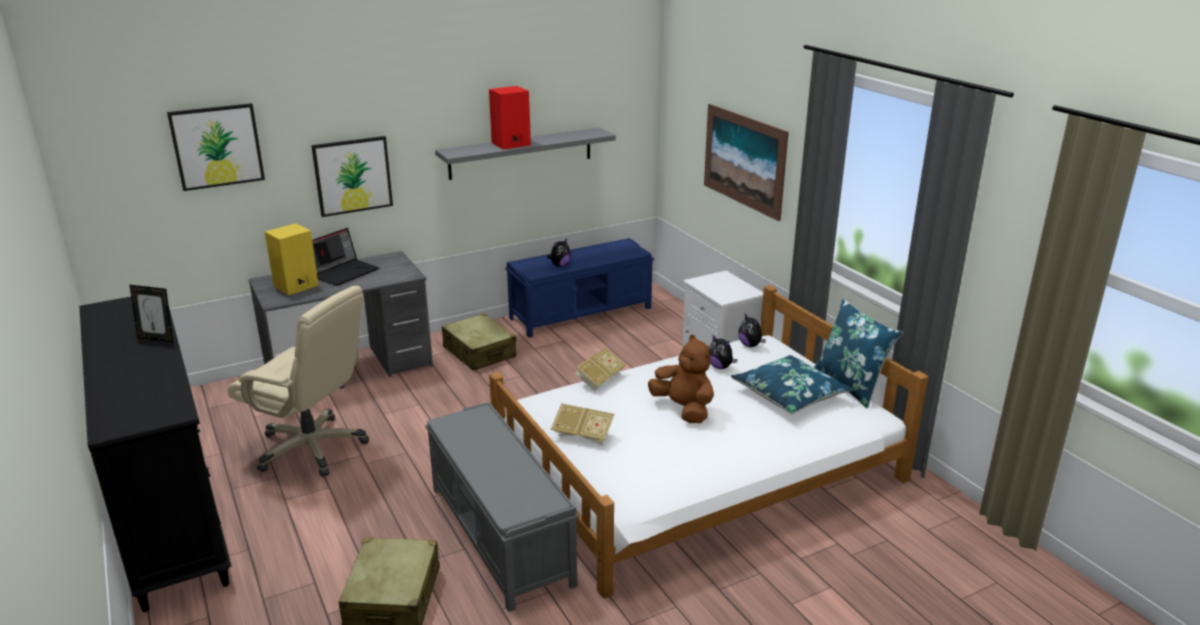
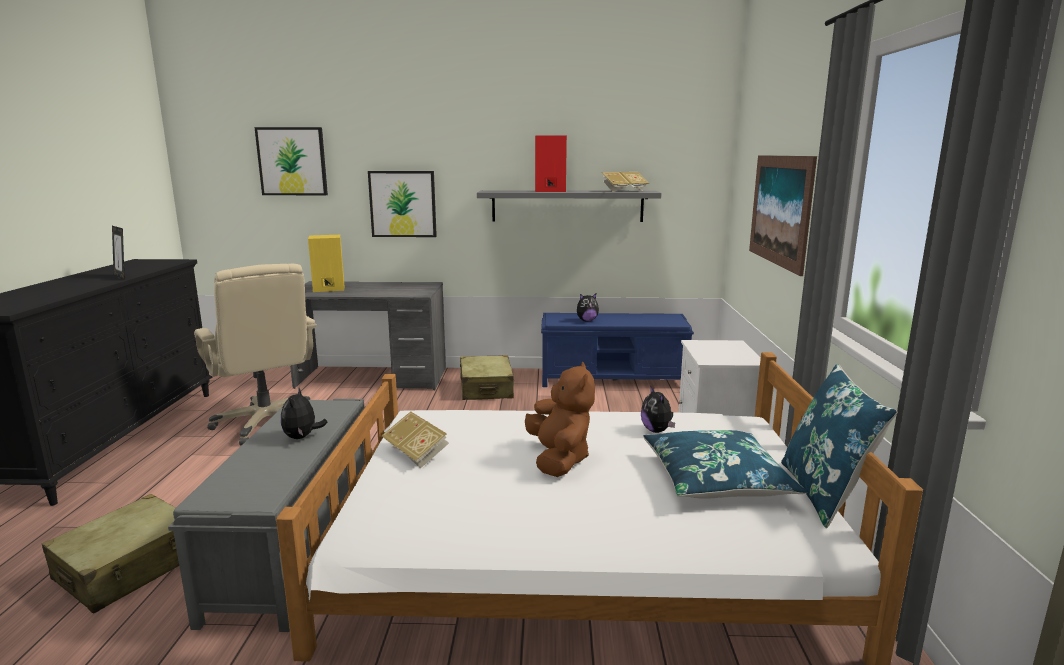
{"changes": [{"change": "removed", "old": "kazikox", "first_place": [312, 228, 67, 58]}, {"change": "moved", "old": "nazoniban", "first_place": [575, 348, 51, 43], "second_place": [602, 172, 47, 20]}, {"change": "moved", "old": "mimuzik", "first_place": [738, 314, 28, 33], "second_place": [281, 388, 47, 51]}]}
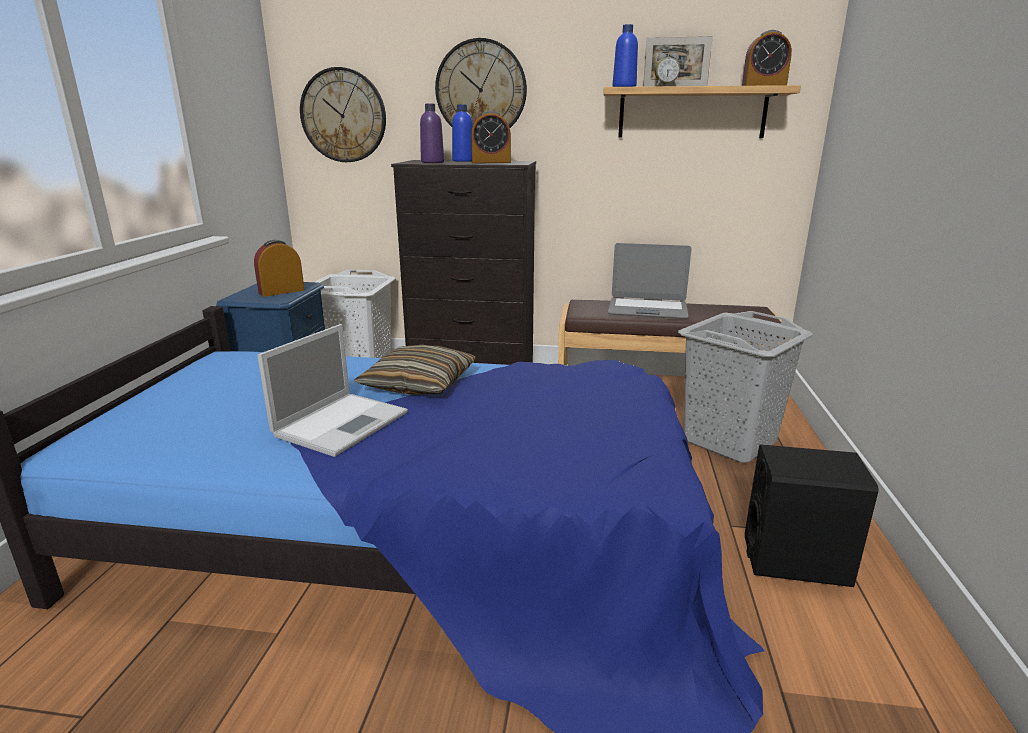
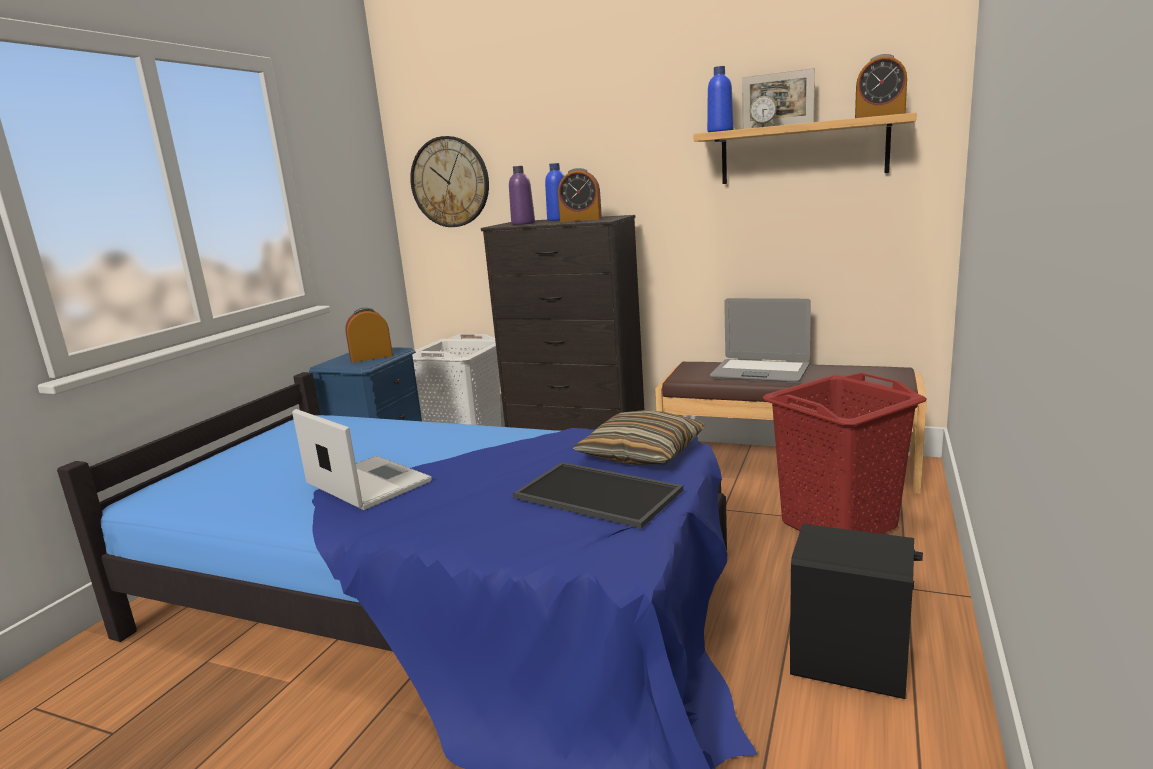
{"changes": [{"change": "turned", "old": "kazikox", "first_place": [257, 324, 151, 133], "second_place": [292, 409, 140, 101], "degrees": -90}, {"change": "moved", "old": "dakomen", "first_place": [354, 345, 122, 50], "second_place": [573, 410, 132, 55]}, {"change": "removed", "old": "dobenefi", "first_place": [435, 38, 92, 90]}, {"change": "recoloured", "old": "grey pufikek", "new": "red pufikek", "first_place": [678, 311, 135, 152], "second_place": [762, 373, 165, 161]}, {"change": "added", "new": "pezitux", "second_place": [513, 462, 170, 67]}]}
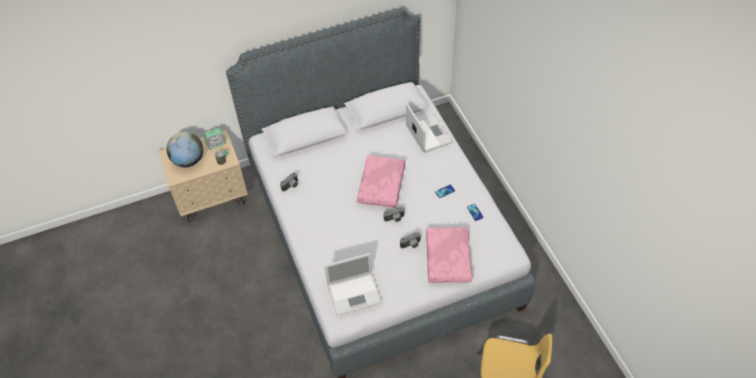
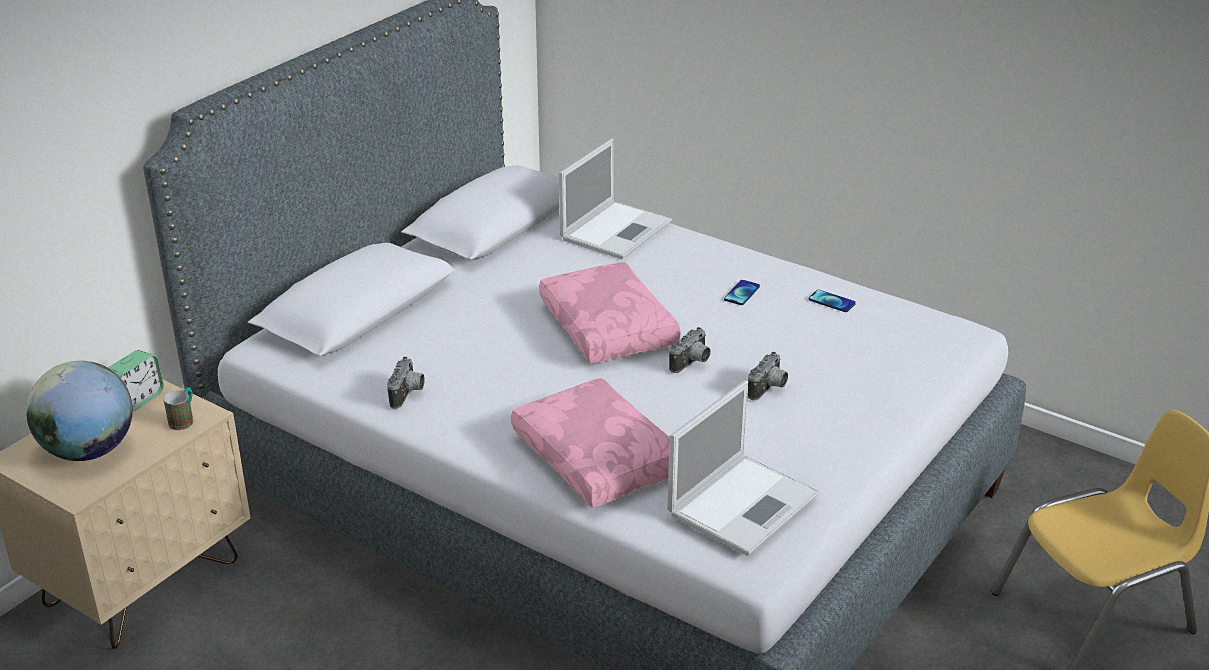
{"changes": [{"change": "turned", "old": "kazikox", "first_place": [406, 104, 47, 49], "second_place": [559, 139, 113, 120], "degrees": 90}, {"change": "moved", "old": "pink dakomen", "first_place": [426, 227, 46, 56], "second_place": [511, 378, 159, 130]}]}
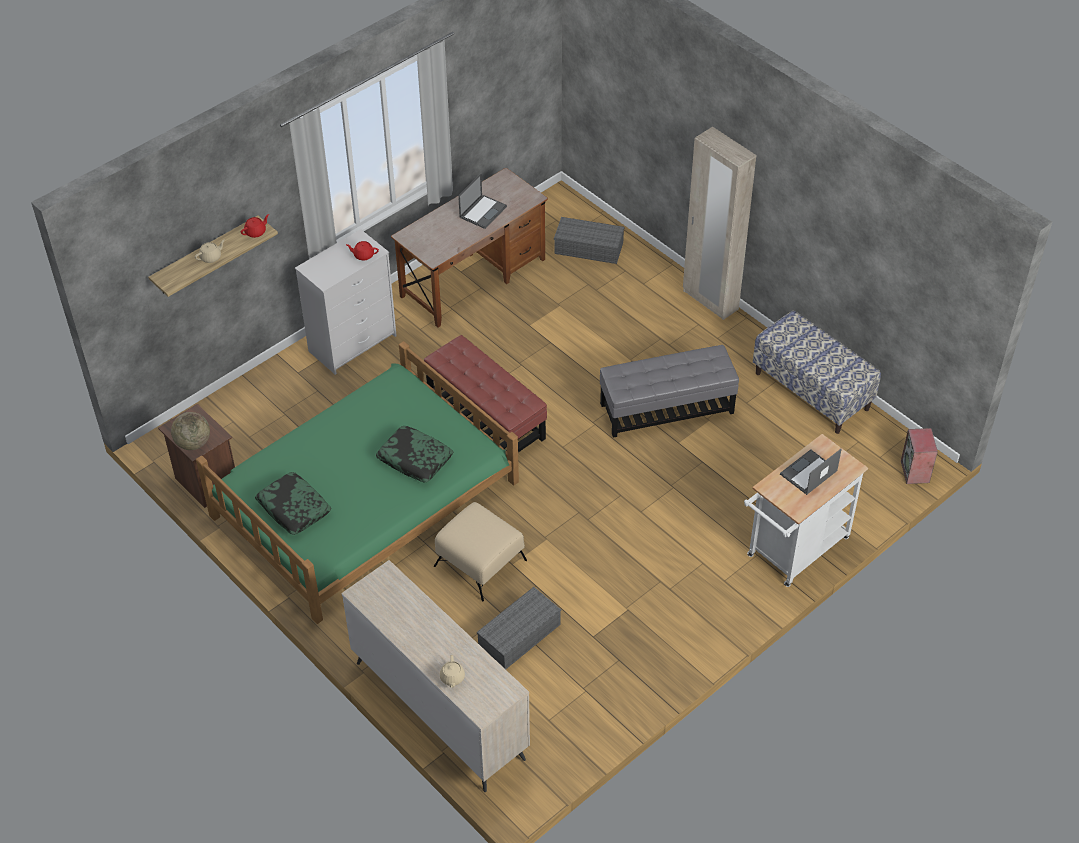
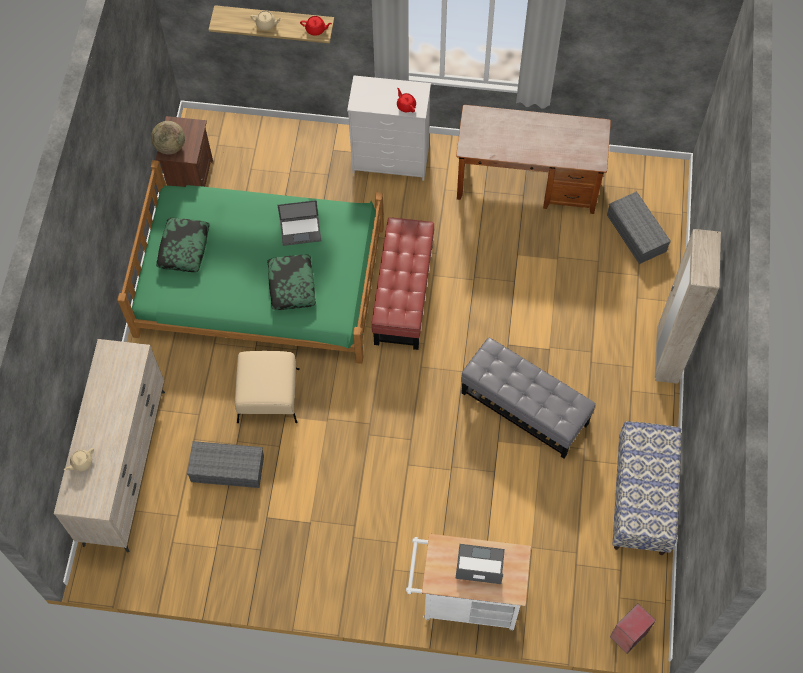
{"changes": [{"change": "moved", "old": "kazikox", "first_place": [458, 174, 49, 55], "second_place": [277, 200, 44, 46]}]}
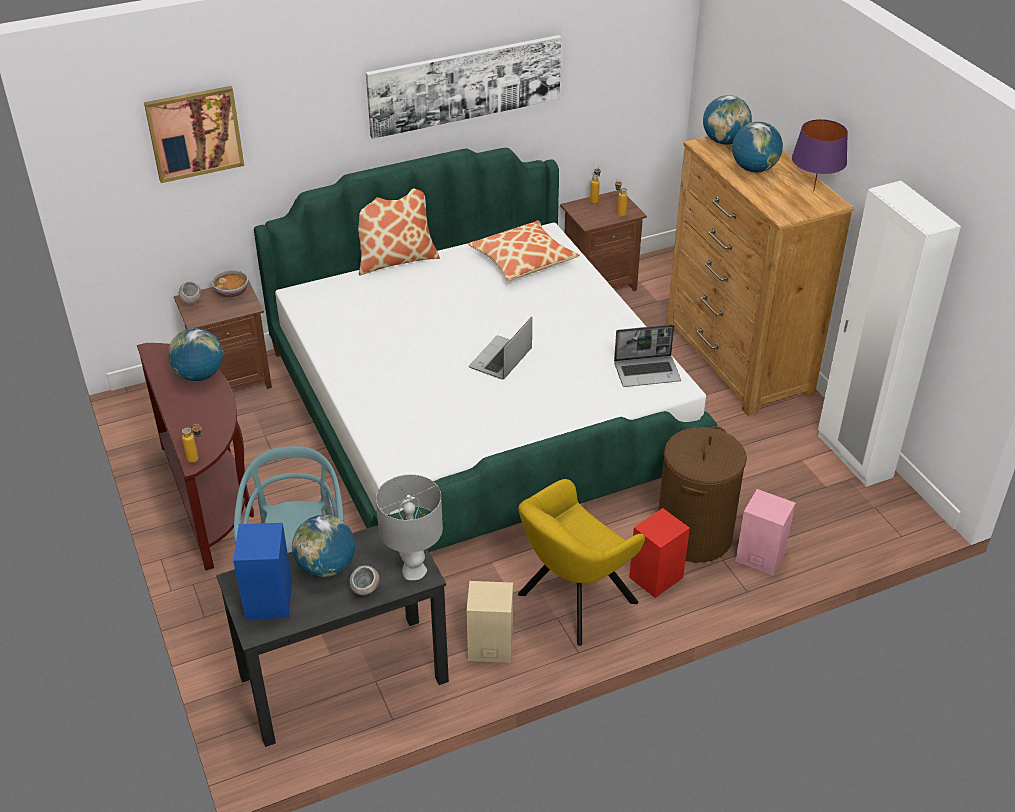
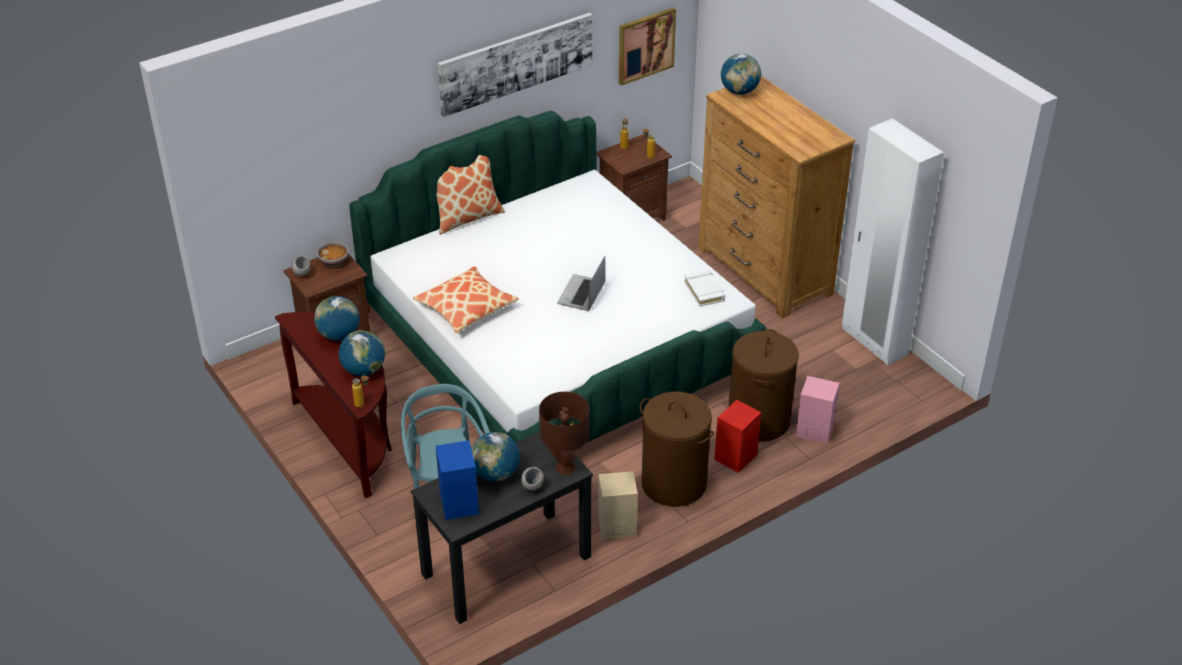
{"changes": [{"change": "moved", "old": "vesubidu", "first_place": [144, 86, 100, 97], "second_place": [619, 8, 57, 78]}, {"change": "recoloured", "old": "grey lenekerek", "new": "brown lenekerek", "first_place": [376, 474, 67, 106], "second_place": [539, 391, 50, 84]}, {"change": "moved", "old": "dakomen", "first_place": [468, 220, 112, 61], "second_place": [413, 266, 106, 67]}, {"change": "replaced", "old": "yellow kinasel", "new": "brown pufikek", "first_place": [518, 479, 127, 167], "second_place": [640, 392, 74, 115]}, {"change": "replaced", "old": "kazikox", "new": "white nazoniban", "first_place": [614, 324, 67, 63], "second_place": [684, 270, 41, 37]}, {"change": "moved", "old": "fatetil", "first_place": [732, 122, 51, 50], "second_place": [339, 330, 46, 46]}, {"change": "removed", "old": "purple lenekerek", "first_place": [792, 119, 56, 72]}]}
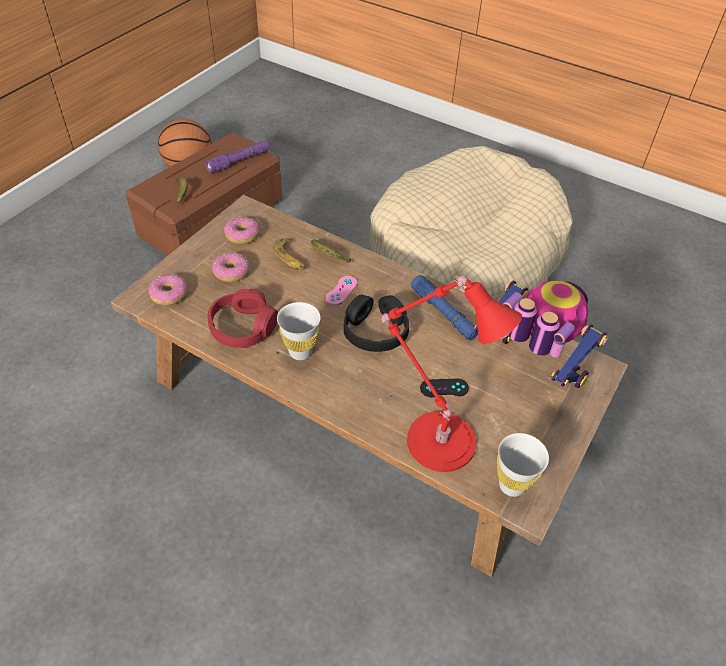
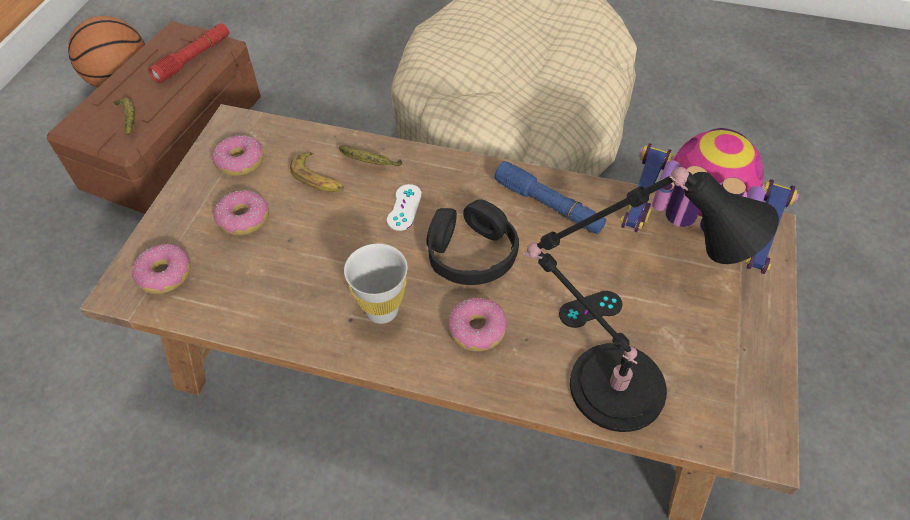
{"changes": [{"change": "recoloured", "old": "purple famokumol", "new": "red famokumol", "first_place": [205, 141, 64, 32], "second_place": [148, 23, 81, 60]}, {"change": "removed", "old": "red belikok", "first_place": [207, 289, 71, 59]}, {"change": "recoloured", "old": "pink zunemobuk", "new": "white zunemobuk", "first_place": [326, 276, 31, 29], "second_place": [387, 184, 35, 47]}, {"change": "recoloured", "old": "red lenekerek", "new": "black lenekerek", "first_place": [377, 275, 145, 197], "second_place": [522, 167, 257, 265]}, {"change": "removed", "old": "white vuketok", "first_place": [497, 433, 52, 64]}, {"change": "added", "new": "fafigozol", "second_place": [448, 298, 59, 54]}]}
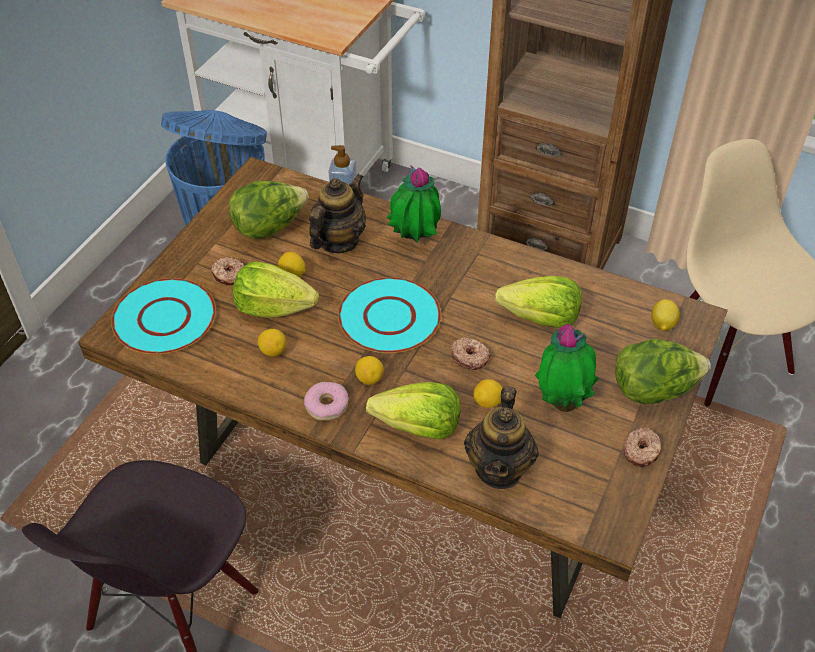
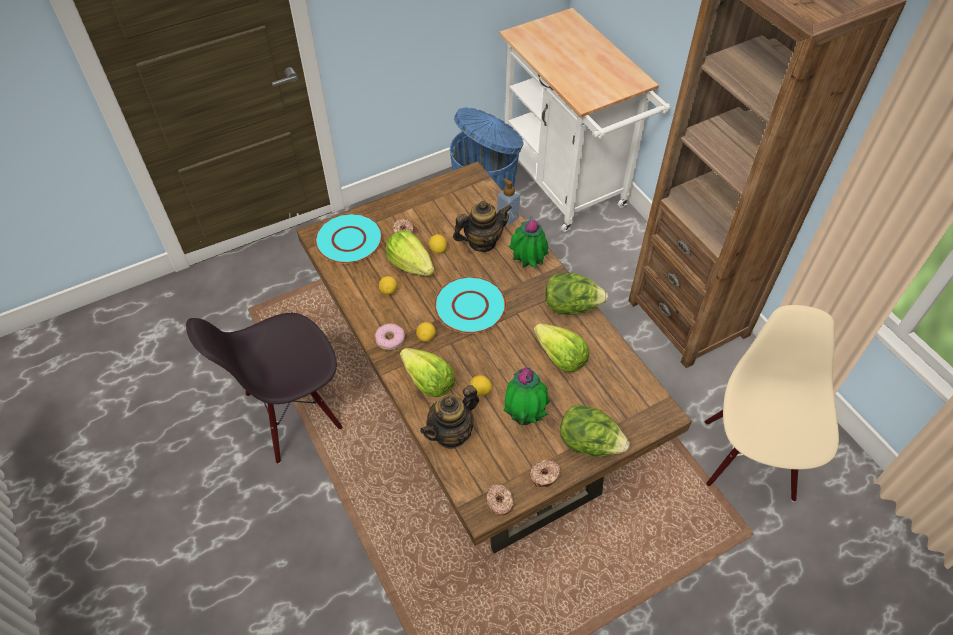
{"changes": [{"change": "moved", "old": "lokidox", "first_place": [229, 181, 80, 58], "second_place": [545, 273, 63, 42]}, {"change": "moved", "old": "fafigozol", "first_place": [451, 337, 40, 33], "second_place": [486, 484, 28, 32]}, {"change": "removed", "old": "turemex", "first_place": [652, 299, 28, 32]}]}
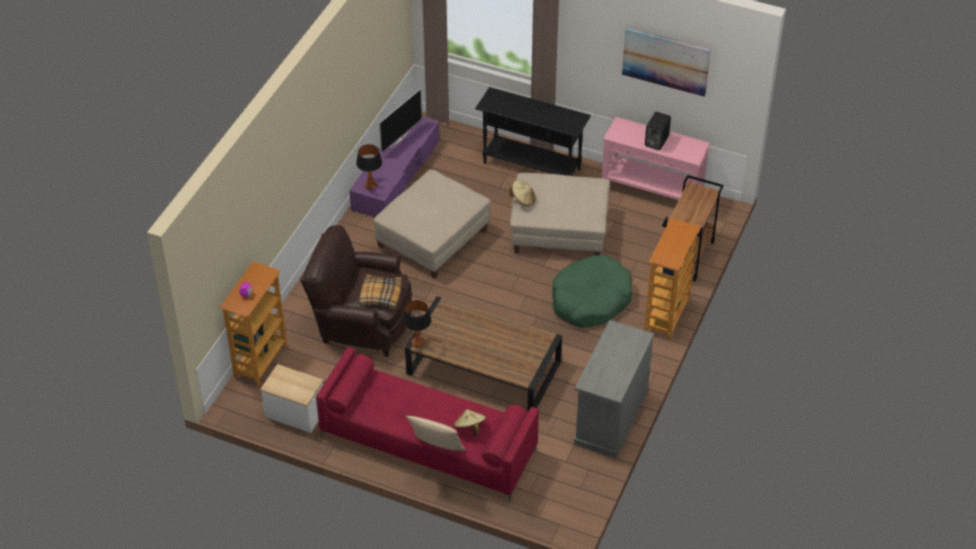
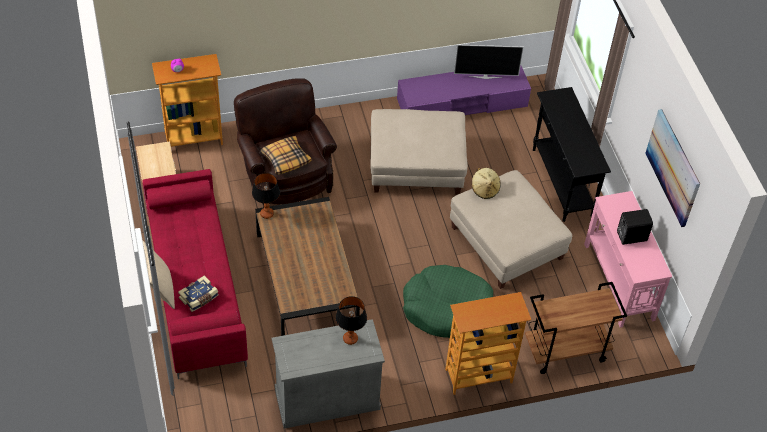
{"changes": [{"change": "moved", "old": "lenekerek", "first_place": [356, 144, 26, 46], "second_place": [335, 296, 32, 49]}, {"change": "replaced", "old": "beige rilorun", "new": "nazoniban", "first_place": [453, 409, 33, 27], "second_place": [178, 275, 40, 37]}]}
